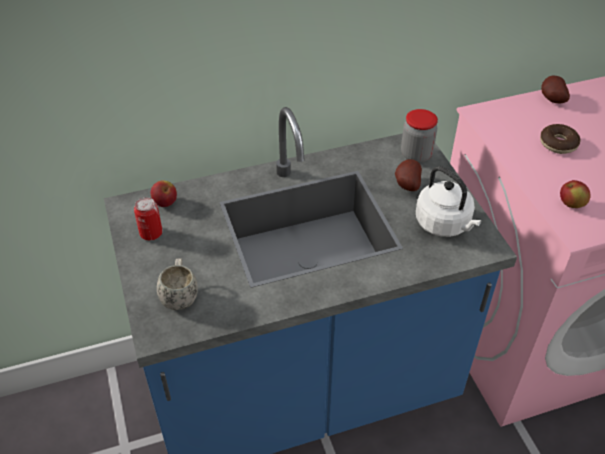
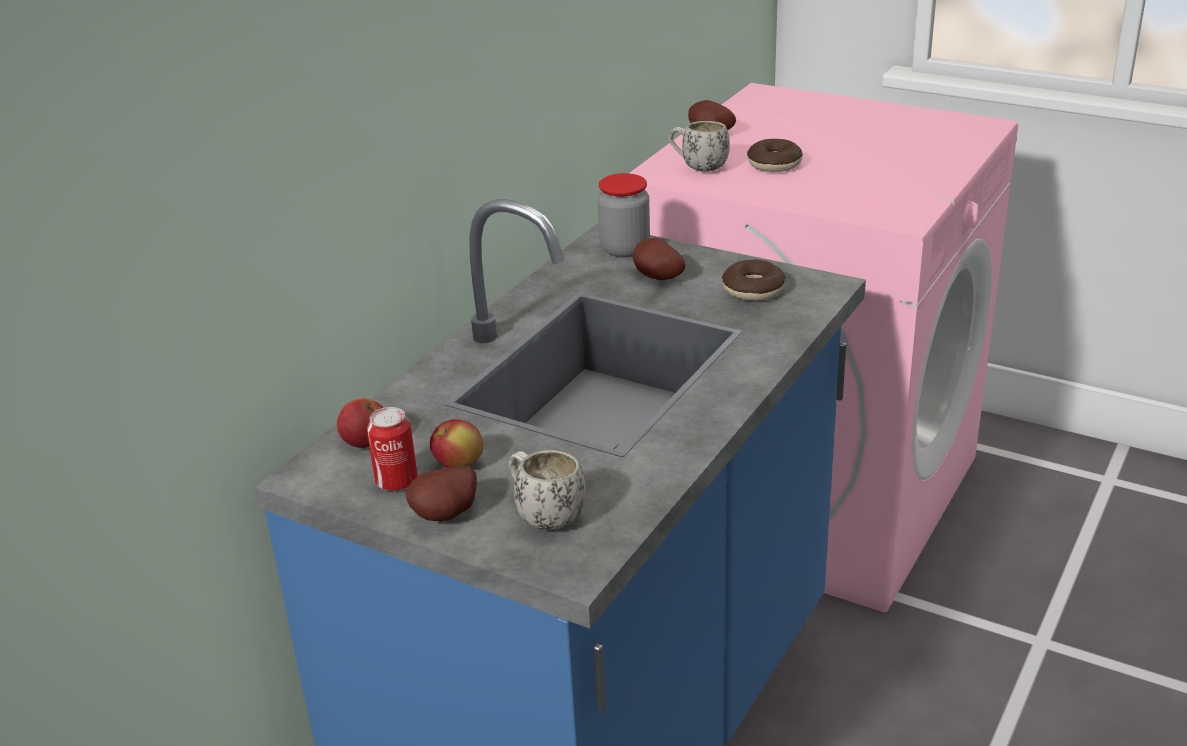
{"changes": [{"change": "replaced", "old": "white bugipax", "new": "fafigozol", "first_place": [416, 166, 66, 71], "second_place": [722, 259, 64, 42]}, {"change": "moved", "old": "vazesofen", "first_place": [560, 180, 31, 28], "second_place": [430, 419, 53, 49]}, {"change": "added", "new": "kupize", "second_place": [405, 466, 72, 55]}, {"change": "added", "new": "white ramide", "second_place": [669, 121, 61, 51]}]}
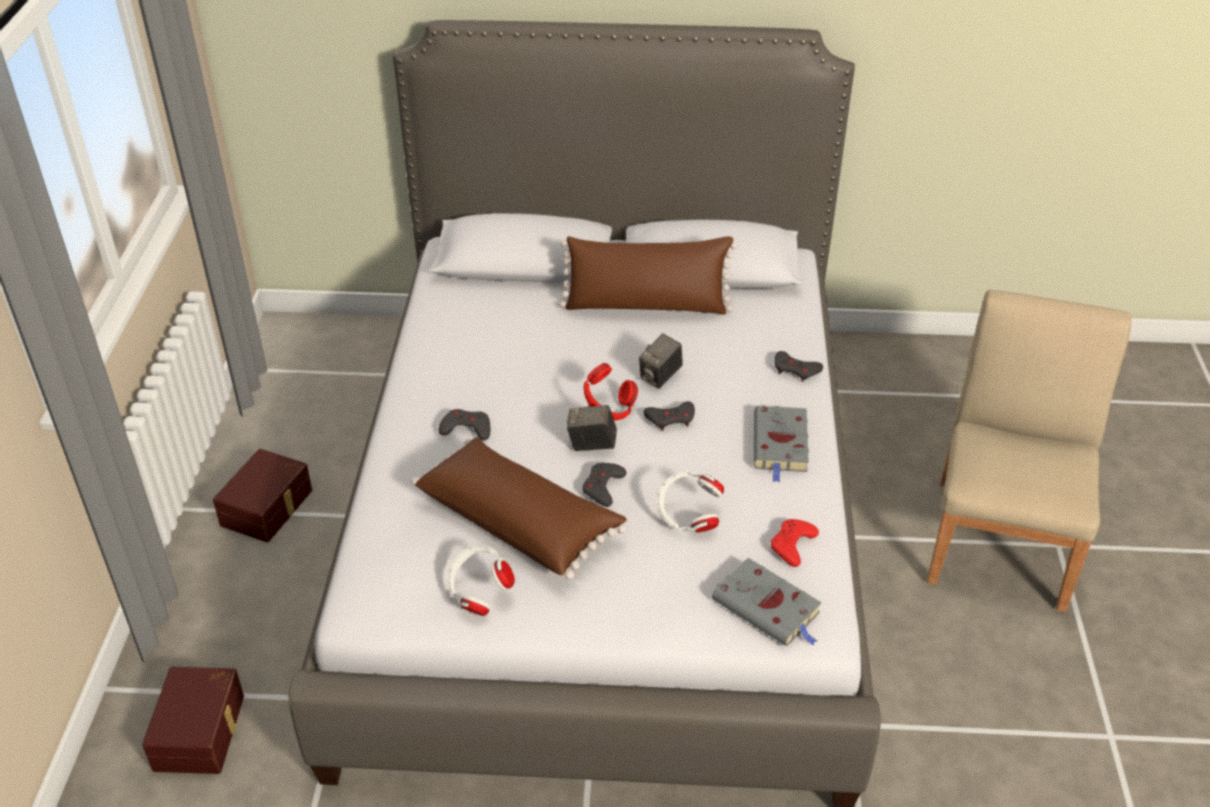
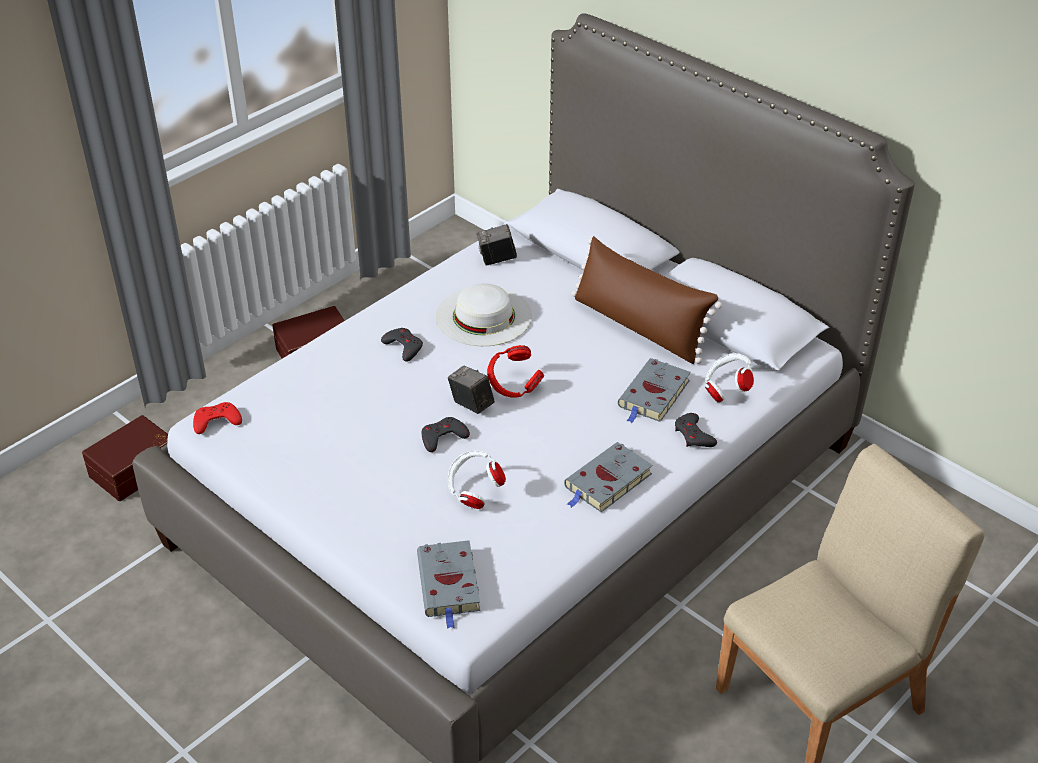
{"changes": [{"change": "removed", "old": "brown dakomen", "first_place": [412, 437, 215, 143]}, {"change": "moved", "old": "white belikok", "first_place": [447, 545, 68, 71], "second_place": [705, 353, 49, 49]}, {"change": "moved", "old": "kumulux", "first_place": [639, 333, 44, 56], "second_place": [477, 224, 40, 42]}, {"change": "removed", "old": "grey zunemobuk", "first_place": [644, 401, 51, 30]}, {"change": "moved", "old": "red zunemobuk", "first_place": [771, 519, 48, 48], "second_place": [193, 402, 49, 32]}, {"change": "added", "new": "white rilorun", "second_place": [436, 283, 96, 63]}, {"change": "added", "new": "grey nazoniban", "second_place": [618, 358, 73, 65]}]}
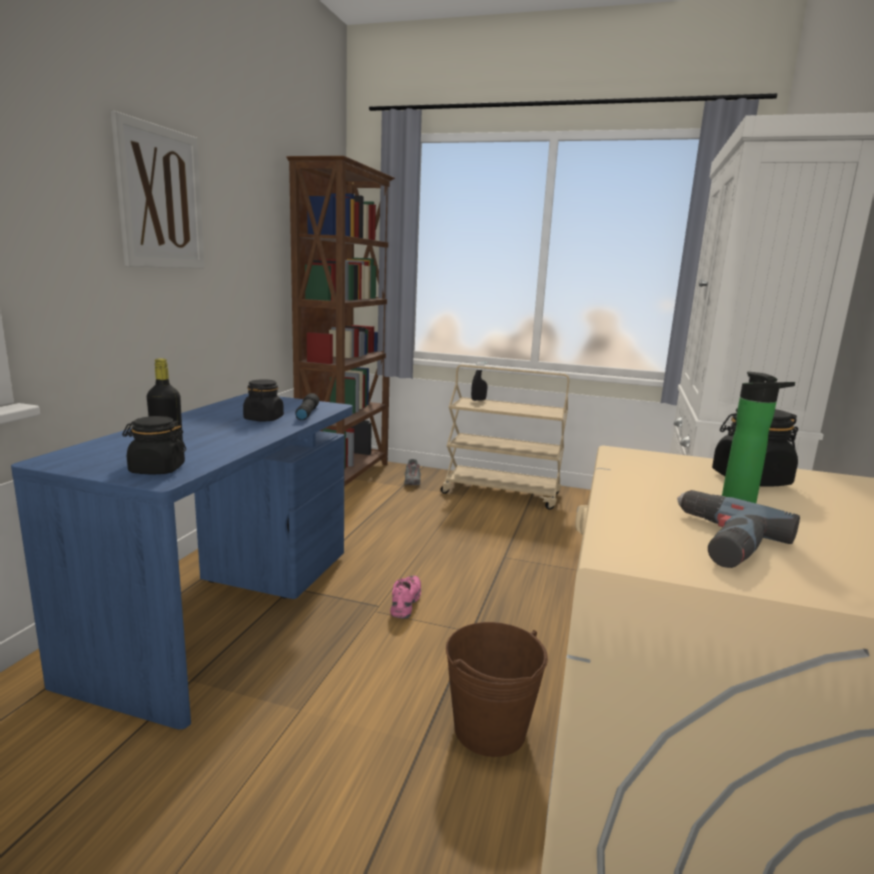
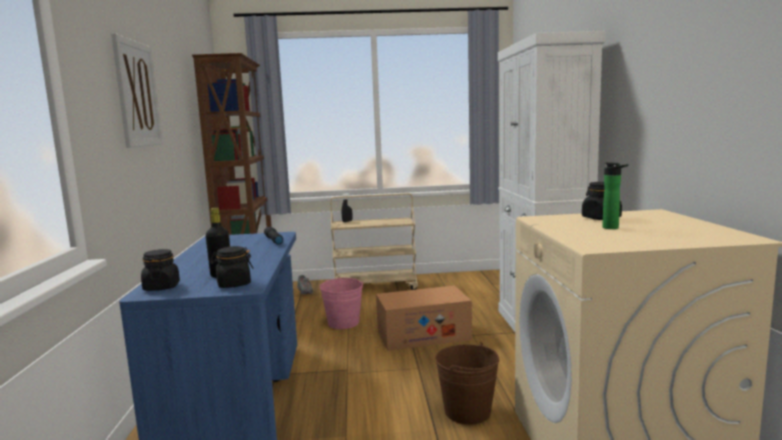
{"changes": [{"change": "moved", "old": "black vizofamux", "first_place": [243, 380, 41, 42], "second_place": [141, 249, 39, 42]}, {"change": "removed", "old": "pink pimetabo", "first_place": [390, 576, 31, 43]}, {"change": "removed", "old": "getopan", "first_place": [677, 490, 123, 78]}, {"change": "added", "new": "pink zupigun", "second_place": [319, 278, 44, 51]}, {"change": "added", "new": "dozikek", "second_place": [376, 285, 96, 66]}]}
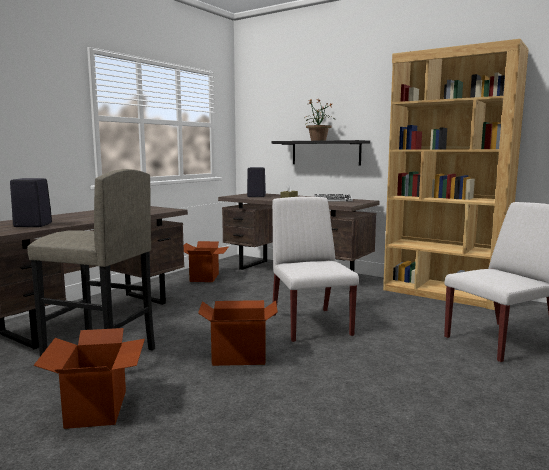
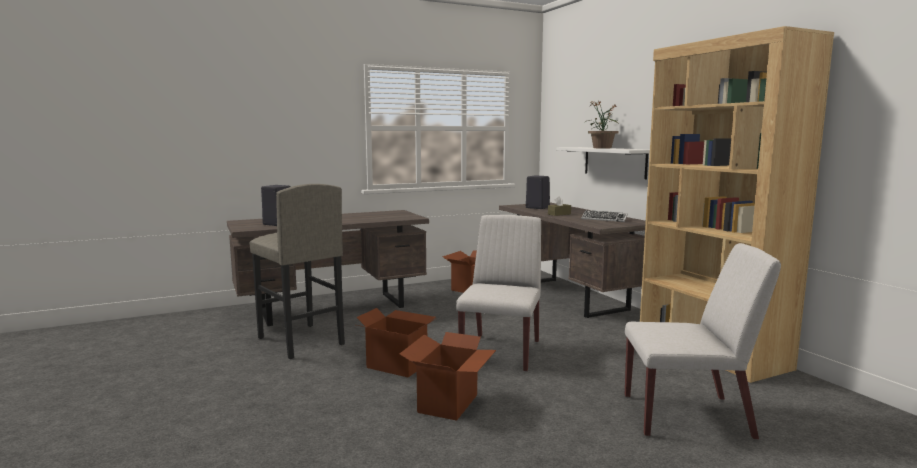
{"changes": [{"change": "moved", "old": "dozikek", "first_place": [33, 328, 112, 101], "second_place": [400, 332, 96, 89]}, {"change": "recoloured", "old": "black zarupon", "new": "white zarupon", "first_place": [272, 140, 98, 26], "second_place": [556, 147, 94, 32]}]}
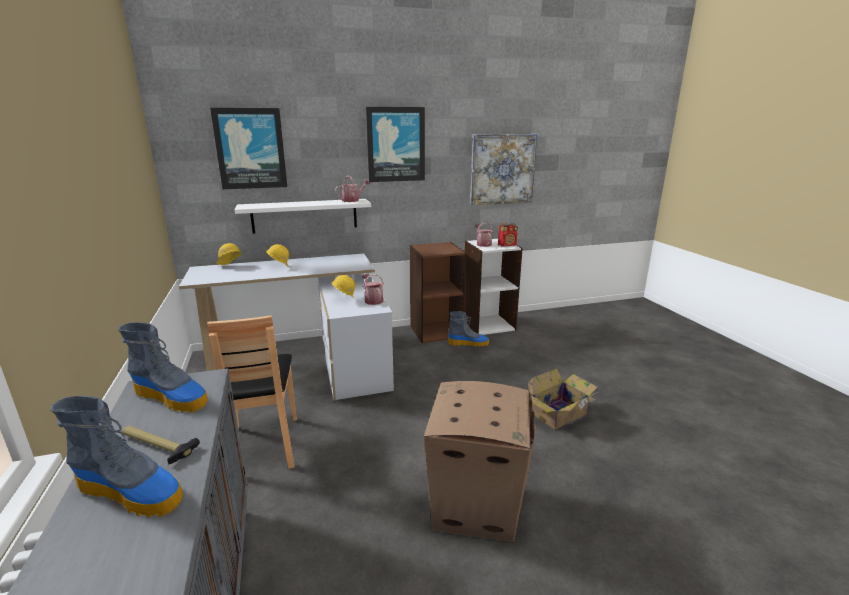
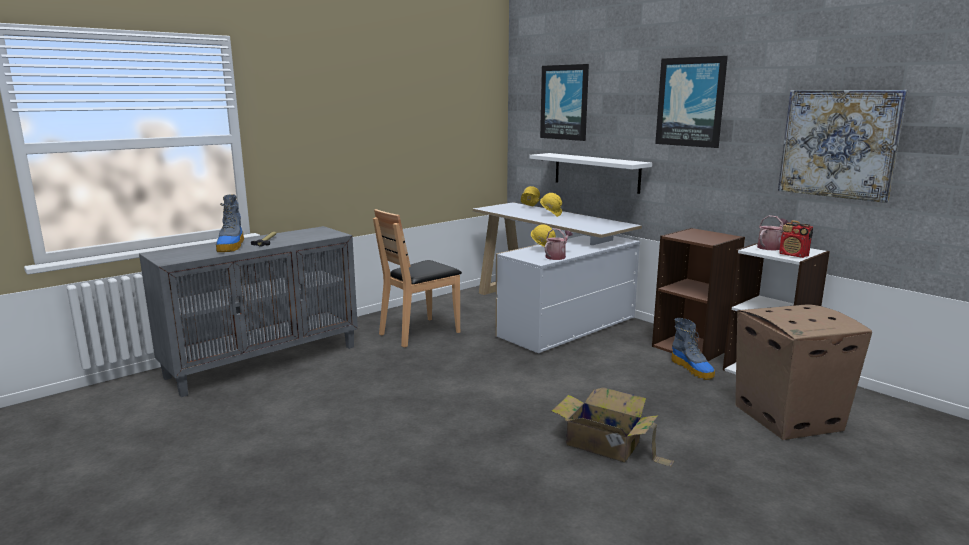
{"changes": [{"change": "removed", "old": "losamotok", "first_place": [117, 322, 91, 91]}, {"change": "removed", "old": "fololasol", "first_place": [335, 176, 35, 26]}, {"change": "moved", "old": "dozikek", "first_place": [424, 381, 112, 161], "second_place": [735, 304, 137, 136]}]}
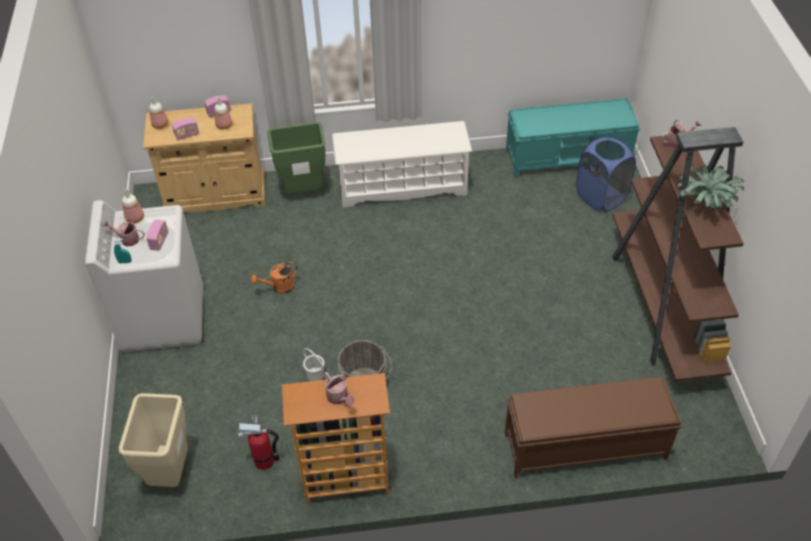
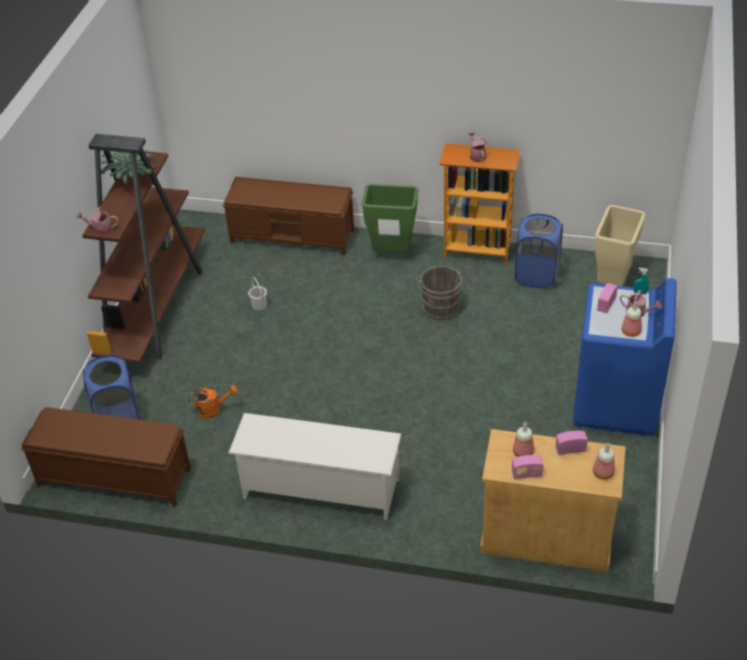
{"changes": [{"change": "recoloured", "old": "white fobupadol", "new": "blue fobupadol", "first_place": [85, 200, 118, 153], "second_place": [573, 278, 104, 158]}, {"change": "replaced", "old": "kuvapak", "new": "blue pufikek", "first_place": [238, 415, 42, 55], "second_place": [515, 214, 48, 74]}, {"change": "moved", "old": "orange fololasol", "first_place": [251, 262, 46, 32], "second_place": [188, 385, 50, 34]}, {"change": "moved", "old": "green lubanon", "first_place": [267, 122, 59, 72], "second_place": [362, 184, 57, 69]}, {"change": "moved", "old": "white zupigun", "first_place": [303, 348, 22, 33], "second_place": [248, 277, 19, 33]}, {"change": "recoloured", "old": "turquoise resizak", "new": "brown resizak", "first_place": [506, 98, 134, 79], "second_place": [21, 407, 170, 100]}]}
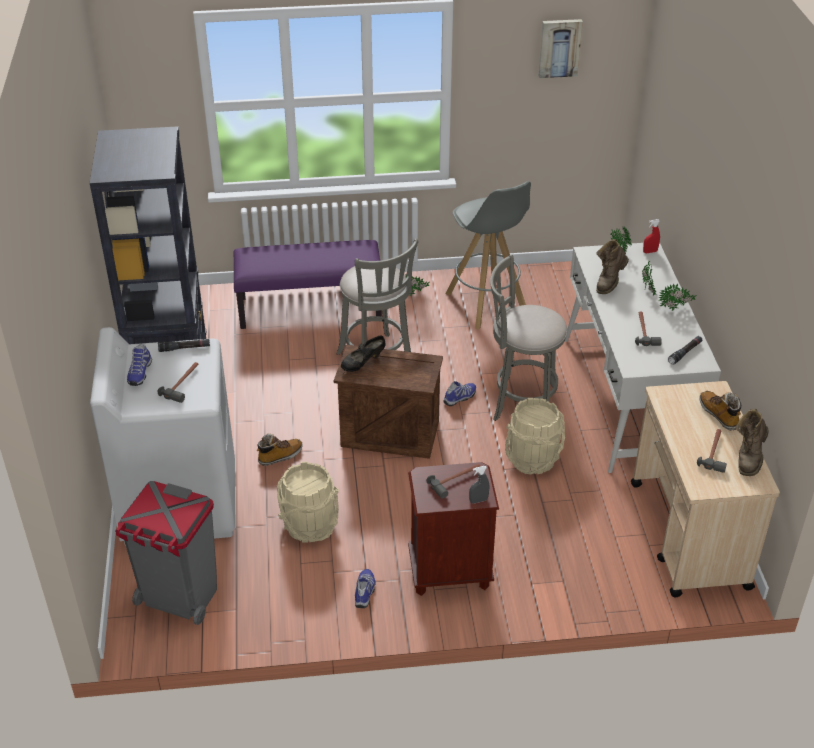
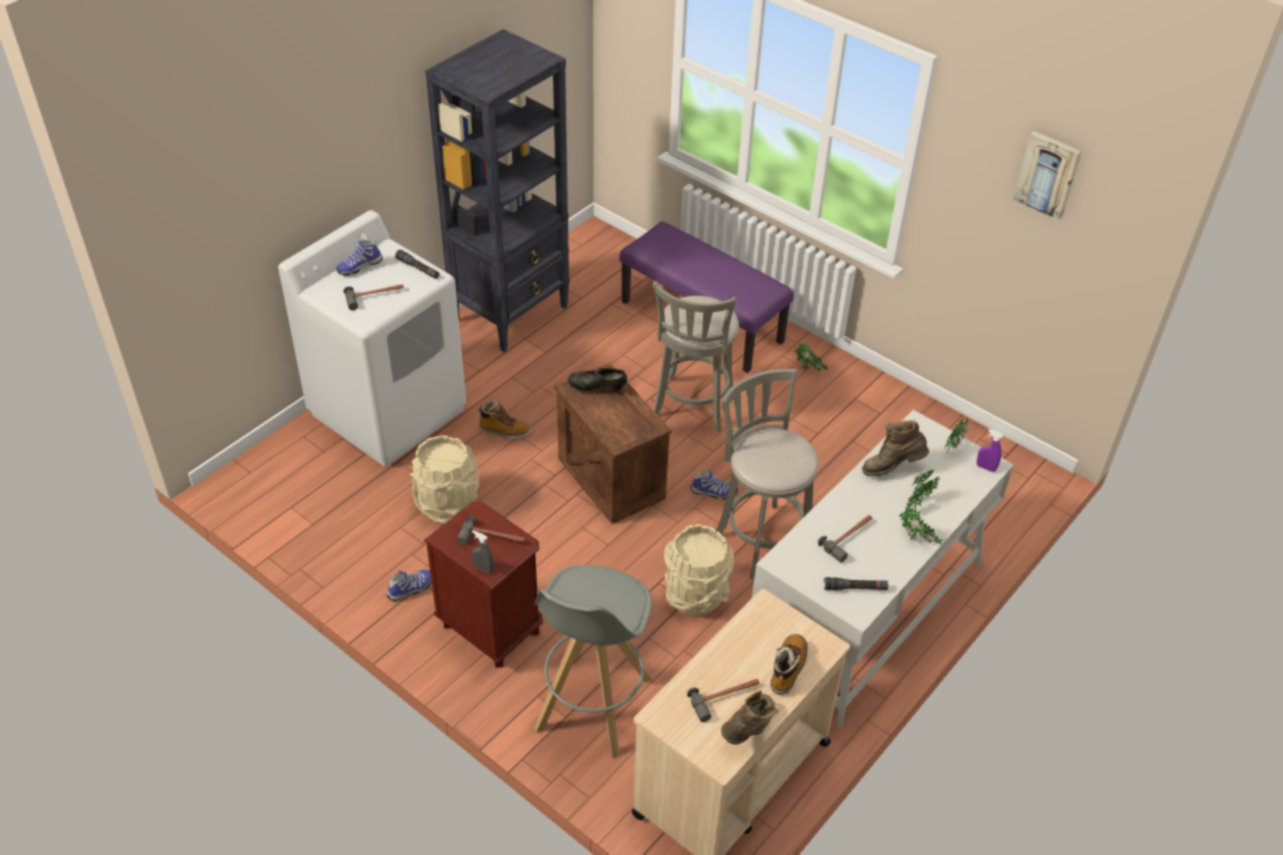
{"changes": [{"change": "removed", "old": "grey lubanon", "first_place": [115, 481, 102, 144]}, {"change": "moved", "old": "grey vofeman", "first_place": [446, 181, 85, 148], "second_place": [534, 565, 118, 194]}, {"change": "recoloured", "old": "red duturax", "new": "purple duturax", "first_place": [643, 219, 17, 34], "second_place": [977, 429, 26, 43]}, {"change": "turned", "old": "brown losamotok", "first_place": [736, 409, 33, 67], "second_place": [721, 691, 58, 54], "degrees": 150}]}
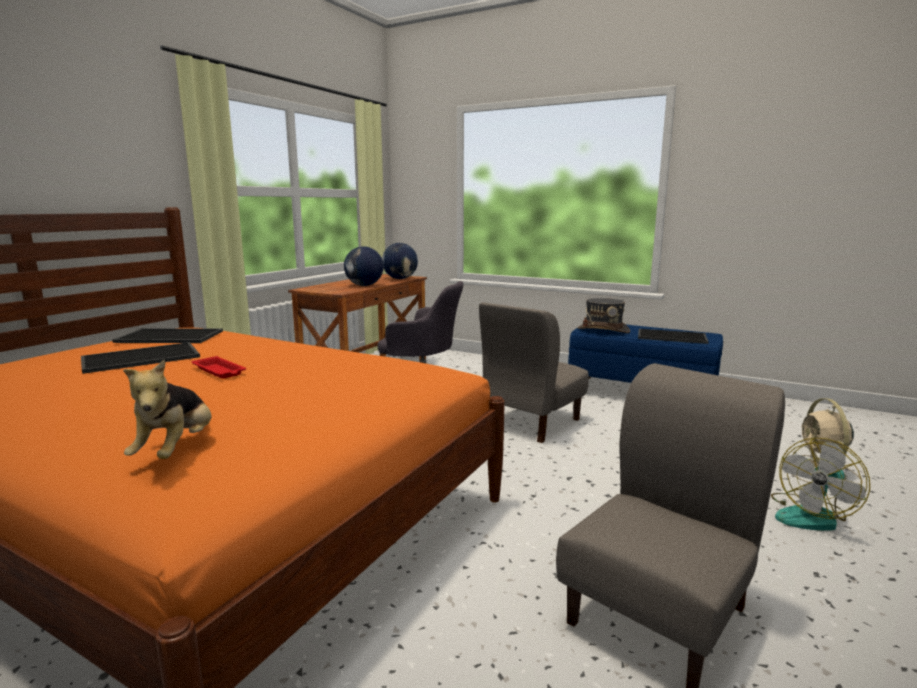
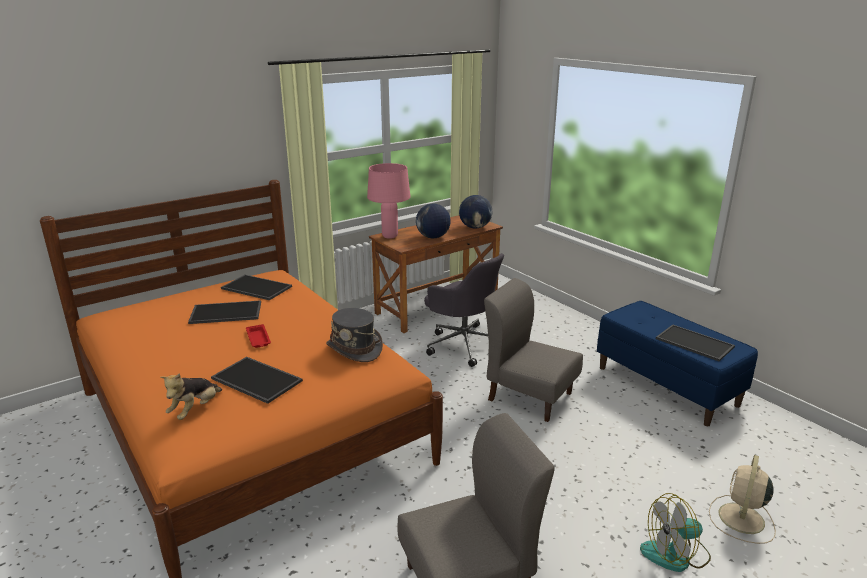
{"changes": [{"change": "turned", "old": "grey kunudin", "first_place": [479, 303, 110, 140], "second_place": [484, 278, 99, 144], "degrees": 60}, {"change": "moved", "old": "grey rilorun", "first_place": [578, 298, 52, 35], "second_place": [326, 308, 57, 54]}, {"change": "added", "new": "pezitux", "second_place": [211, 357, 92, 47]}, {"change": "added", "new": "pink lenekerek", "second_place": [367, 163, 44, 76]}]}
